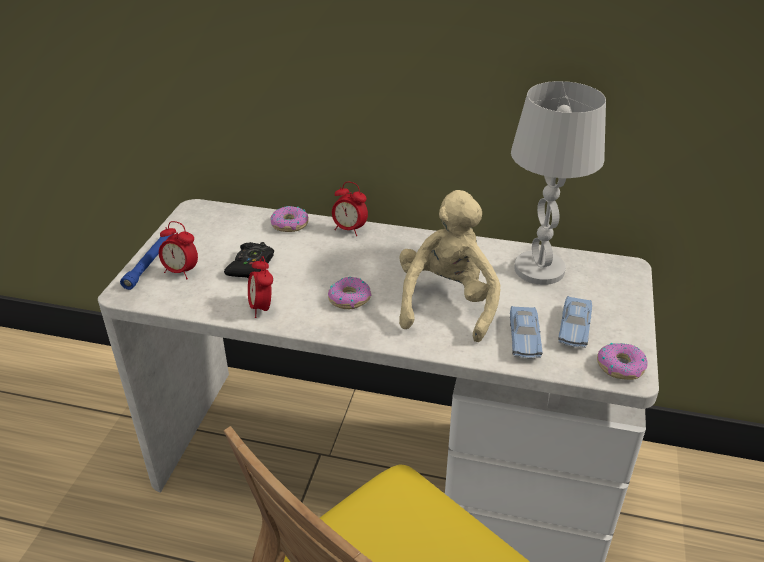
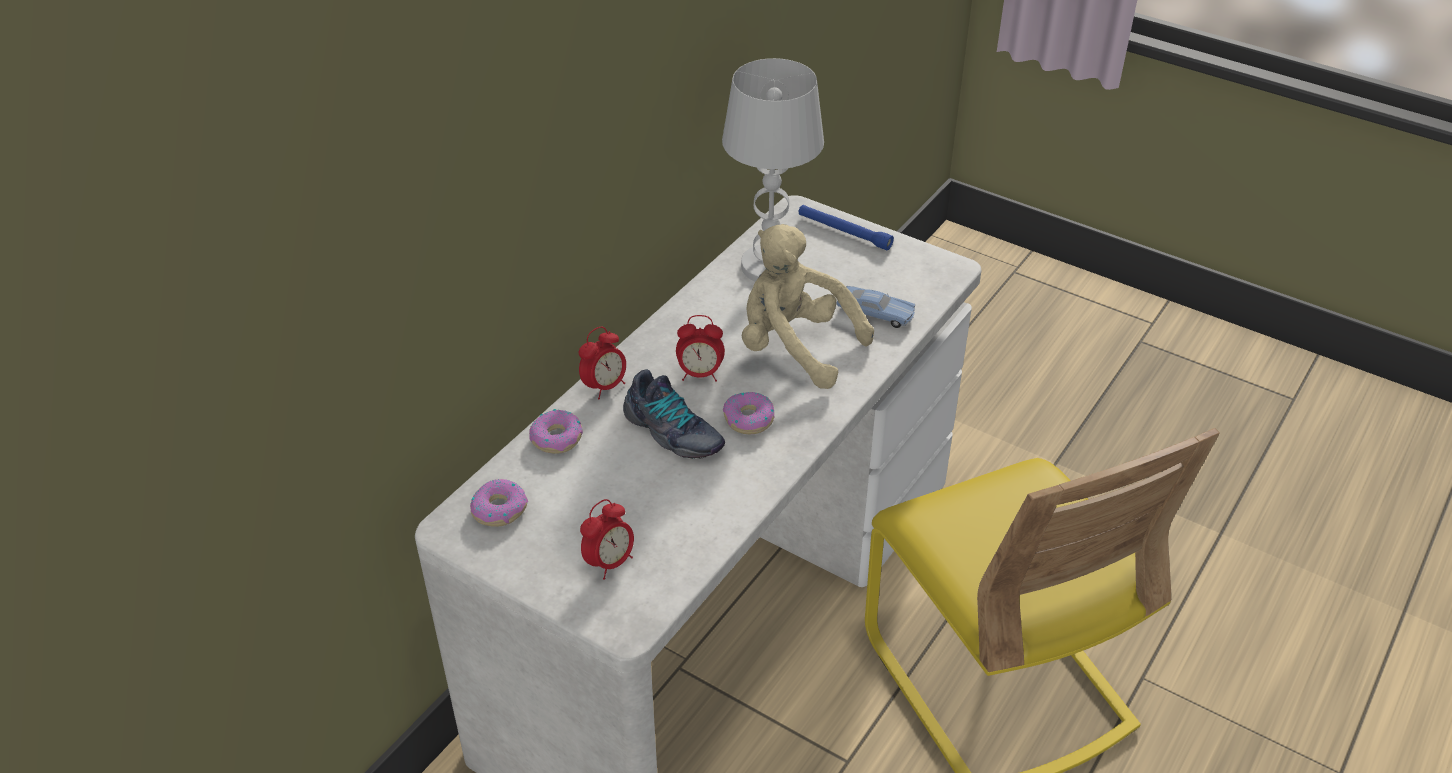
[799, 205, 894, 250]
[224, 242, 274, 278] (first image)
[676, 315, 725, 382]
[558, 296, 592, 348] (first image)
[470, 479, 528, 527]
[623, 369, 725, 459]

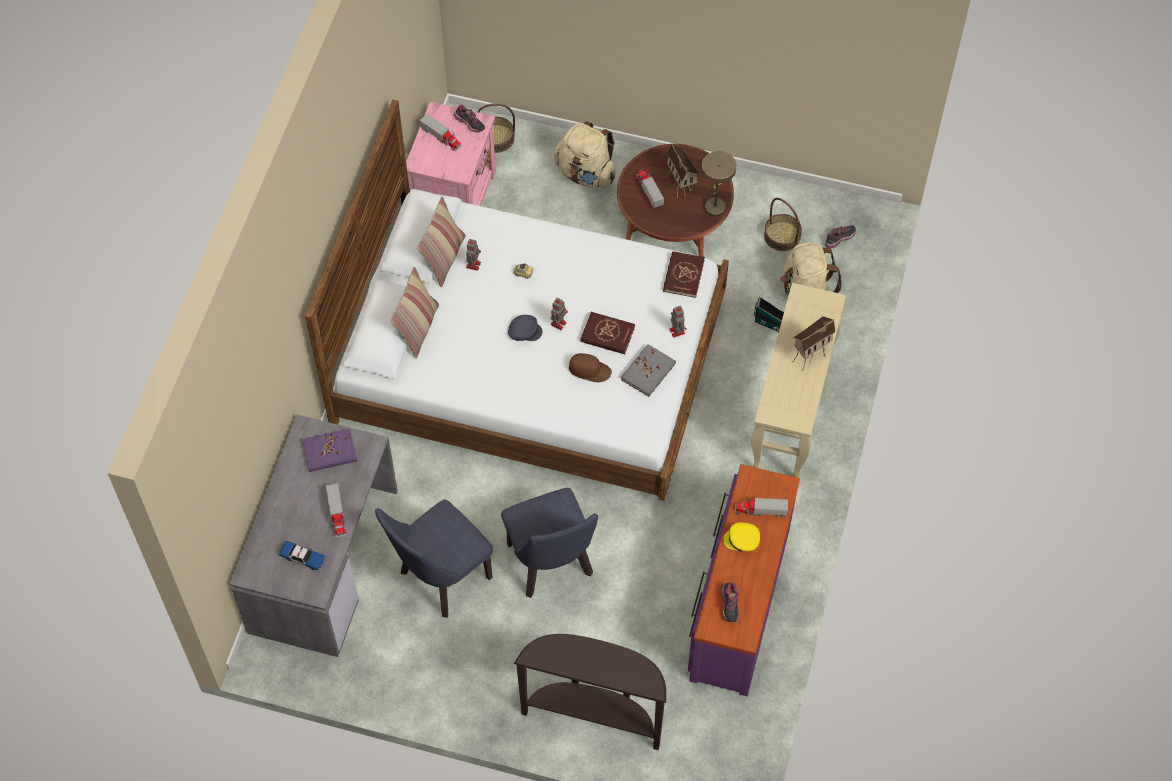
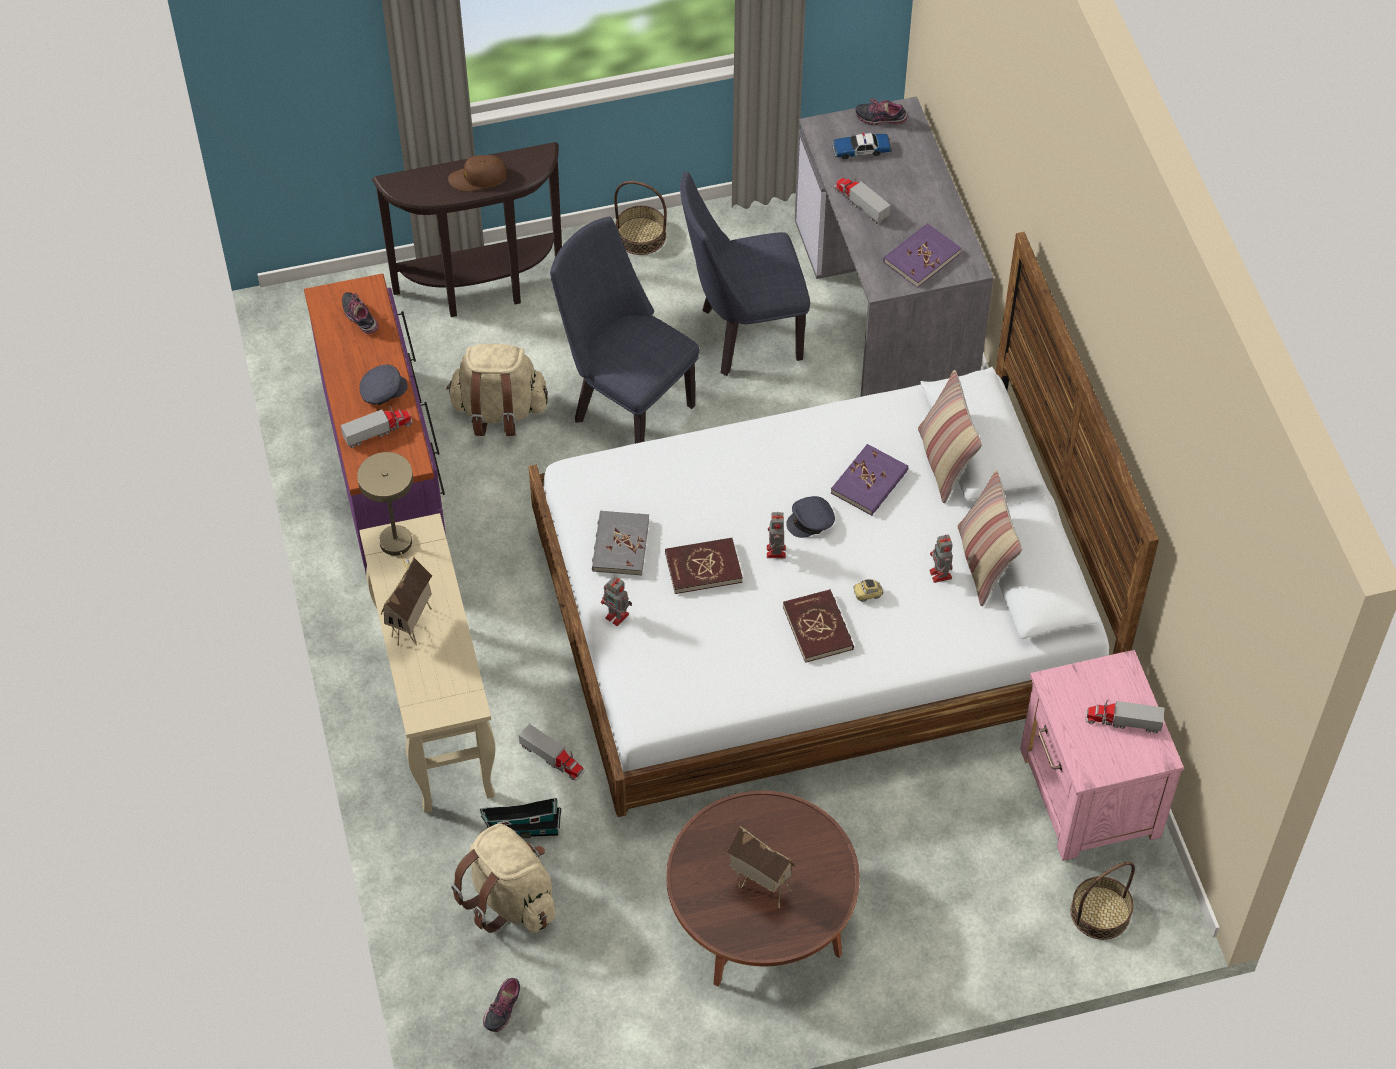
[680, 172, 810, 376]
[855, 98, 908, 125]
[446, 344, 548, 436]
[448, 155, 508, 192]
[519, 724, 585, 781]
[783, 589, 854, 663]
[357, 452, 413, 571]
[360, 364, 408, 405]
[614, 181, 667, 255]
[831, 444, 908, 516]

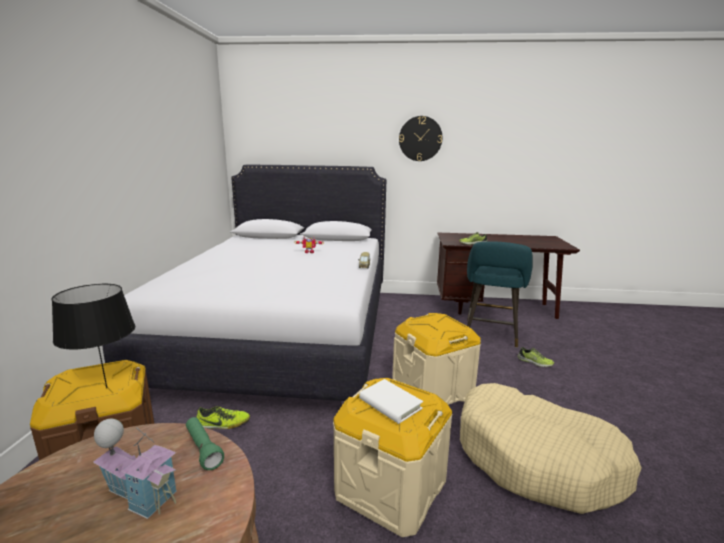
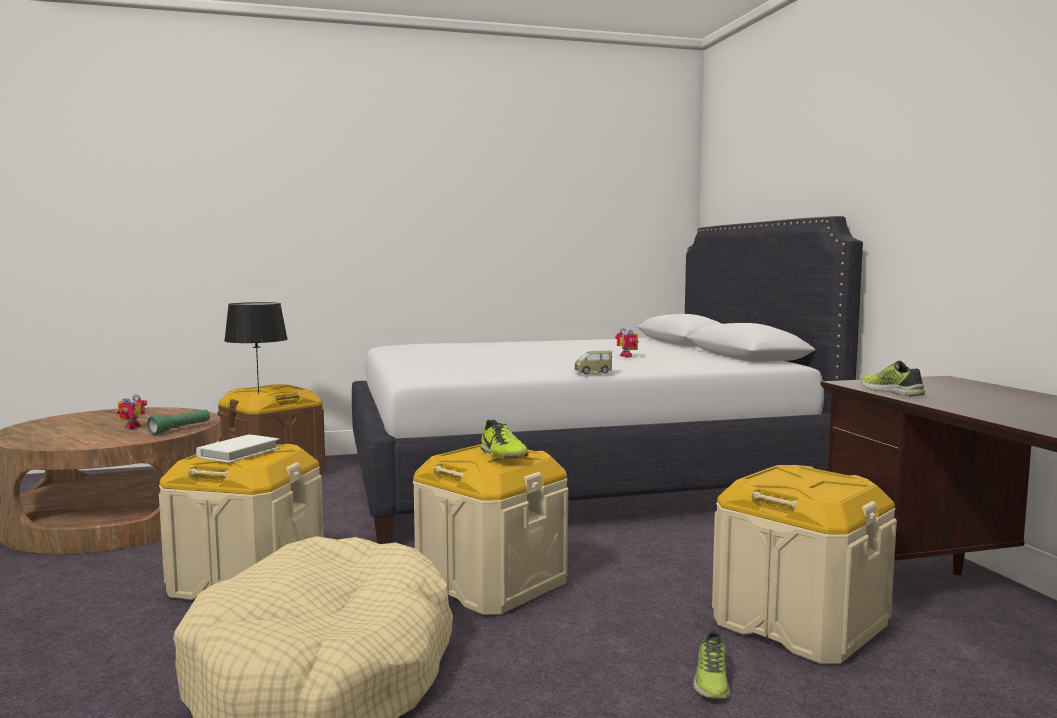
[115, 394, 147, 429]
[481, 420, 529, 459]
[399, 116, 442, 161] (first image)
[712, 465, 897, 664]

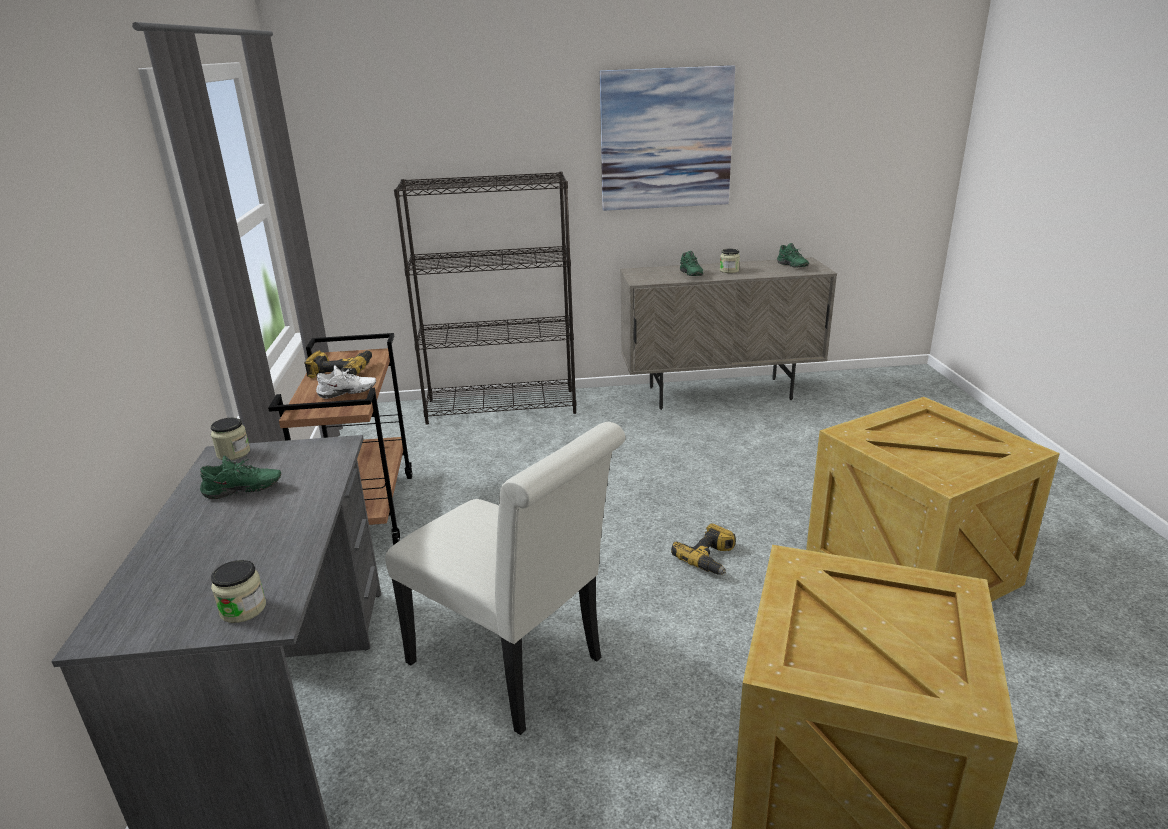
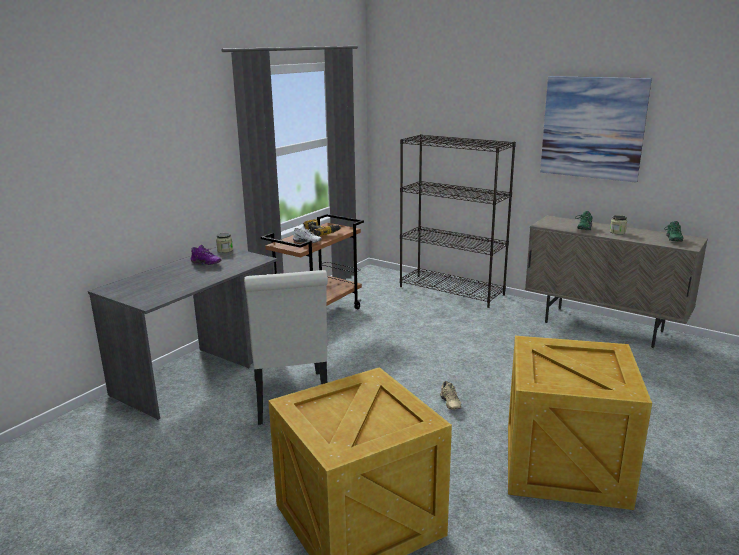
[190, 245, 221, 265]
[211, 560, 266, 623] (first image)
[440, 381, 461, 410]

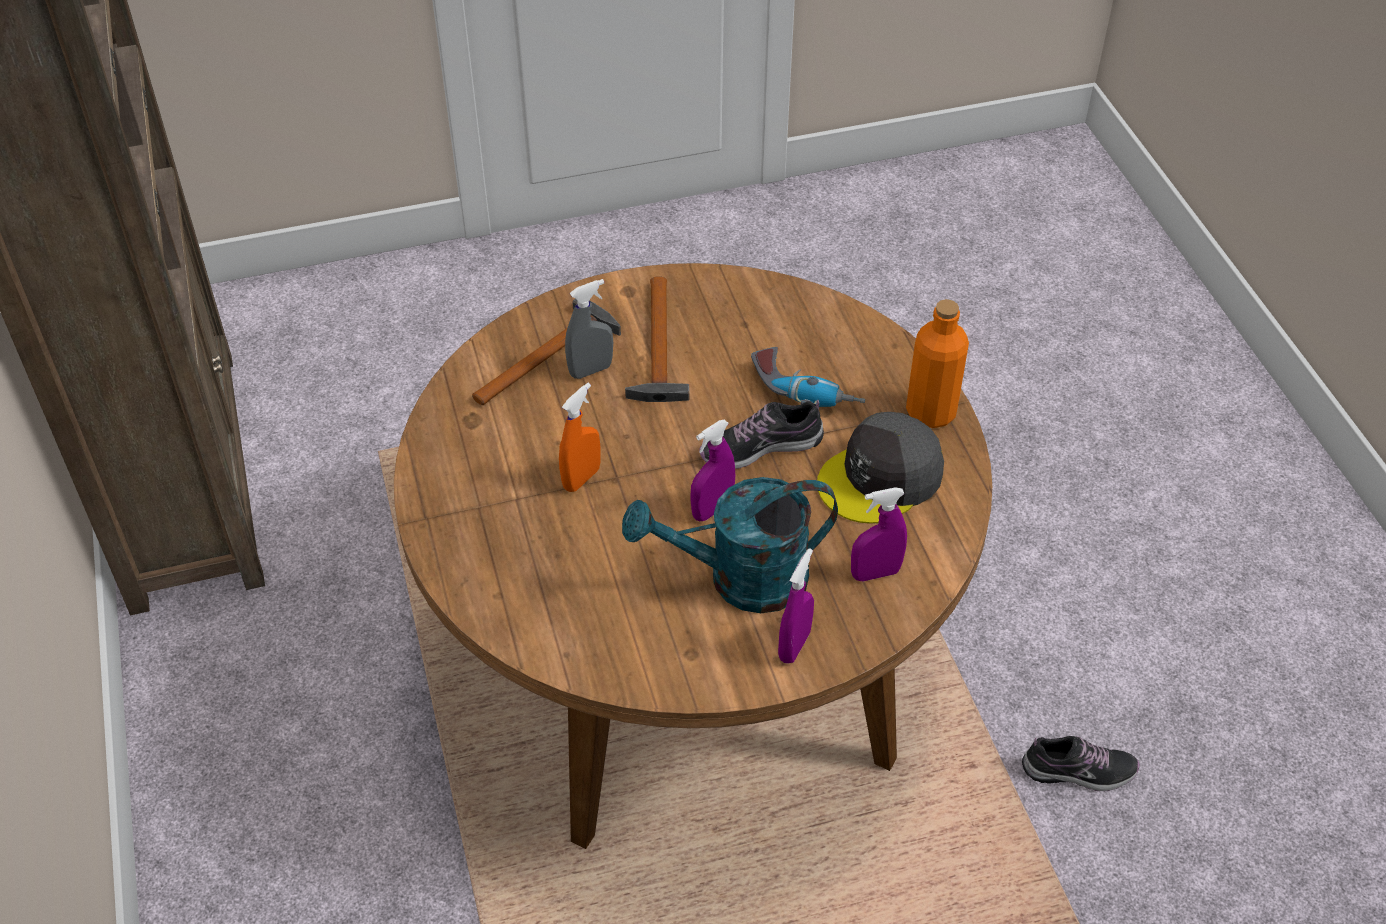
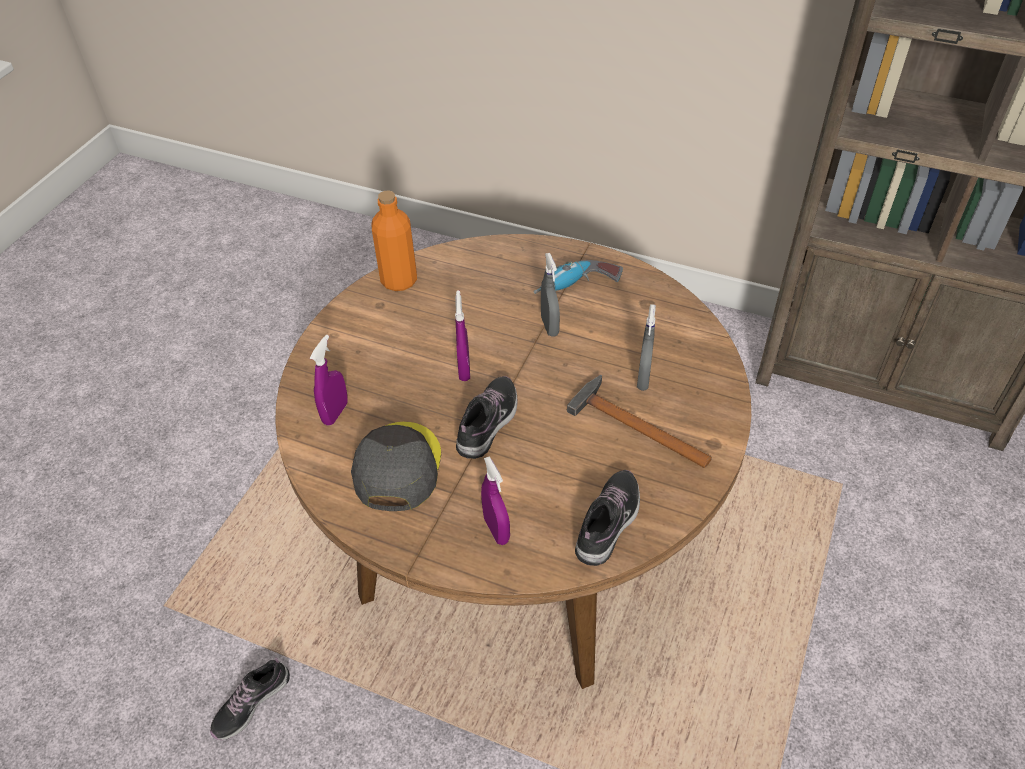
[472, 298, 621, 405] (first image)
[541, 253, 560, 337]
[622, 477, 838, 613] (first image)
[533, 260, 623, 294]
[481, 456, 510, 545]
[372, 190, 417, 291]
[575, 470, 640, 566]

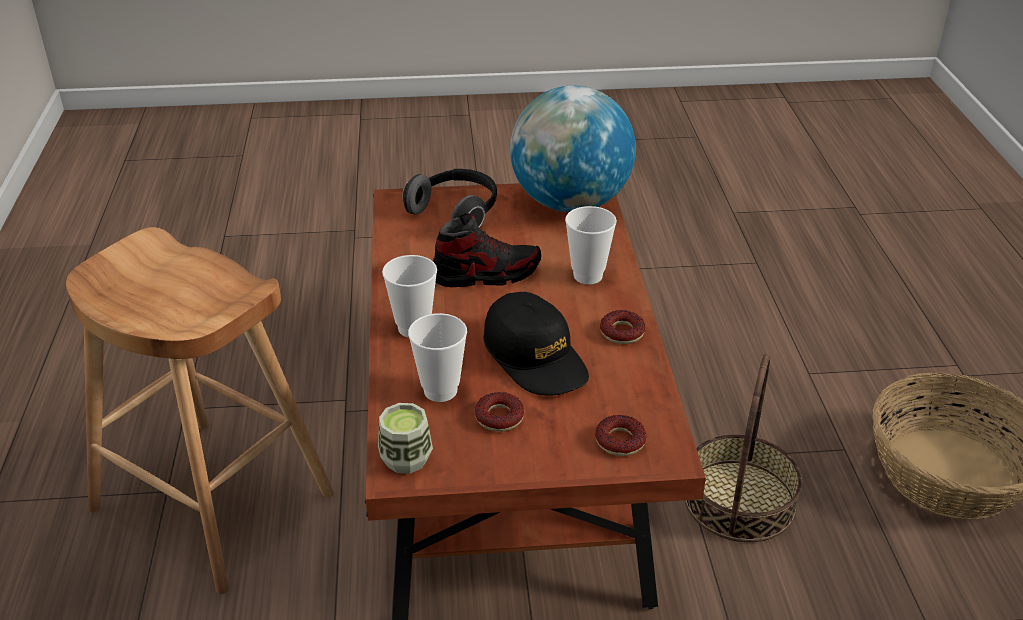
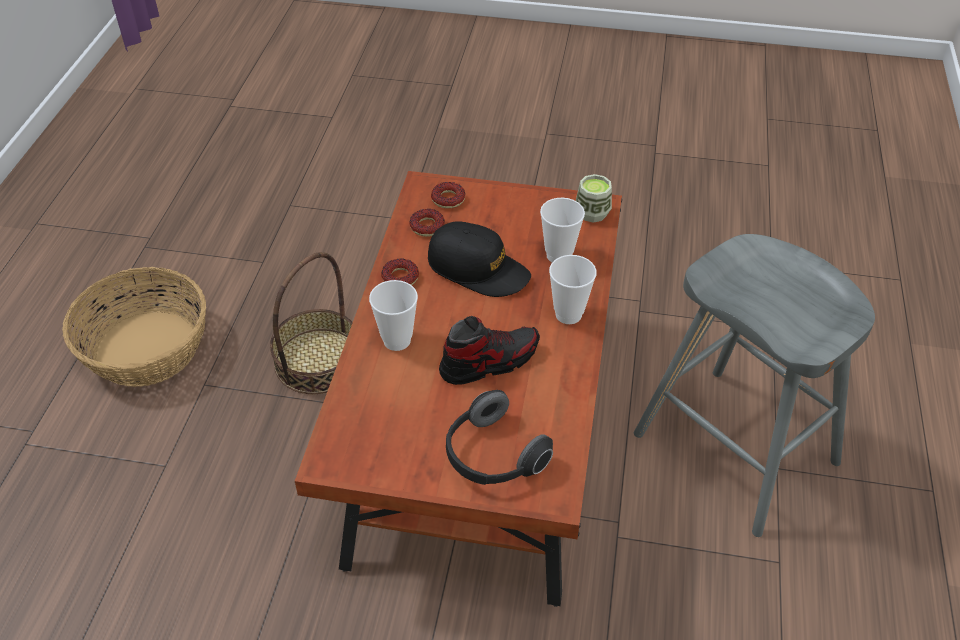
[634, 234, 875, 537]
[439, 316, 540, 385]
[410, 209, 445, 237]
[428, 221, 531, 297]
[510, 85, 636, 212] (first image)

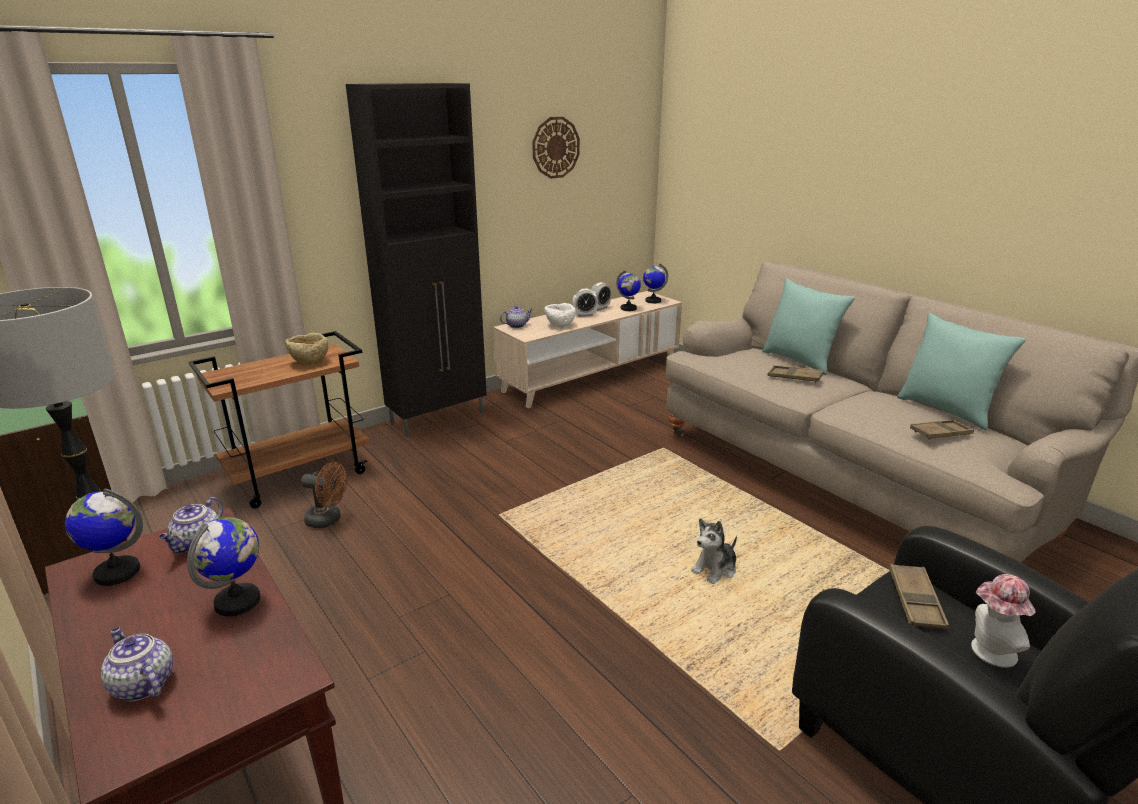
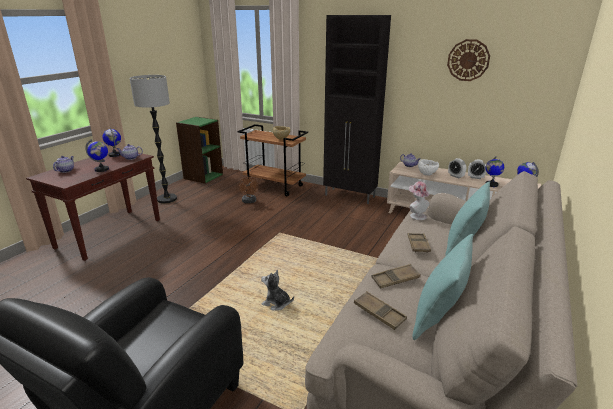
[372, 264, 421, 288]
[409, 181, 429, 220]

